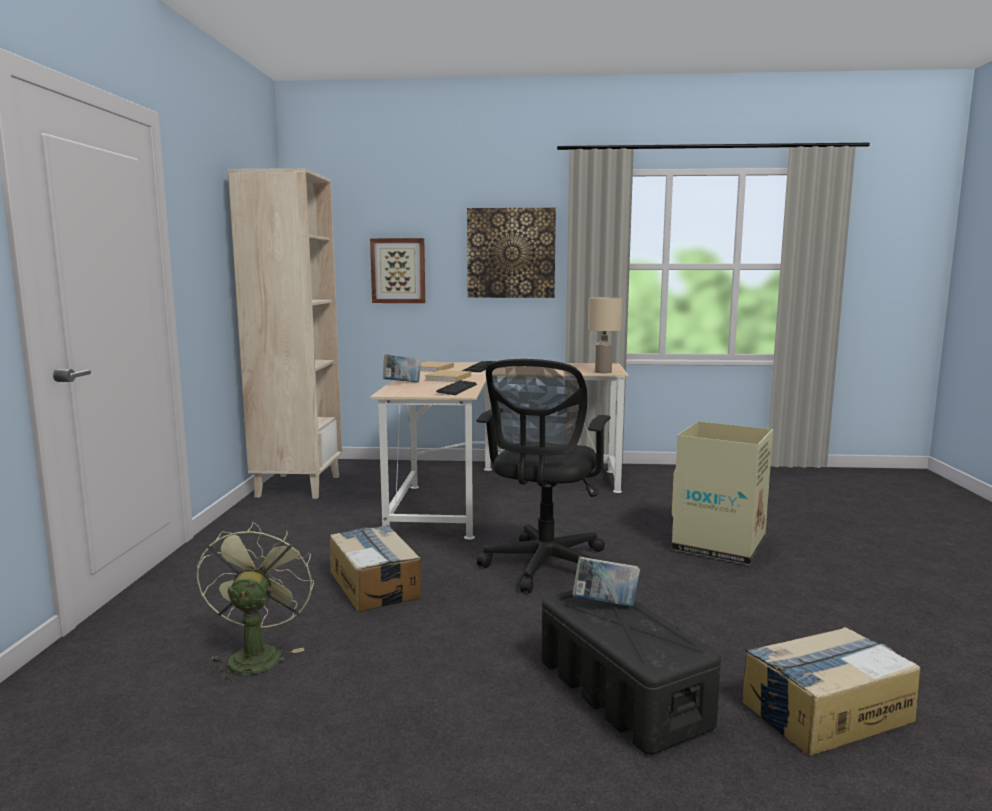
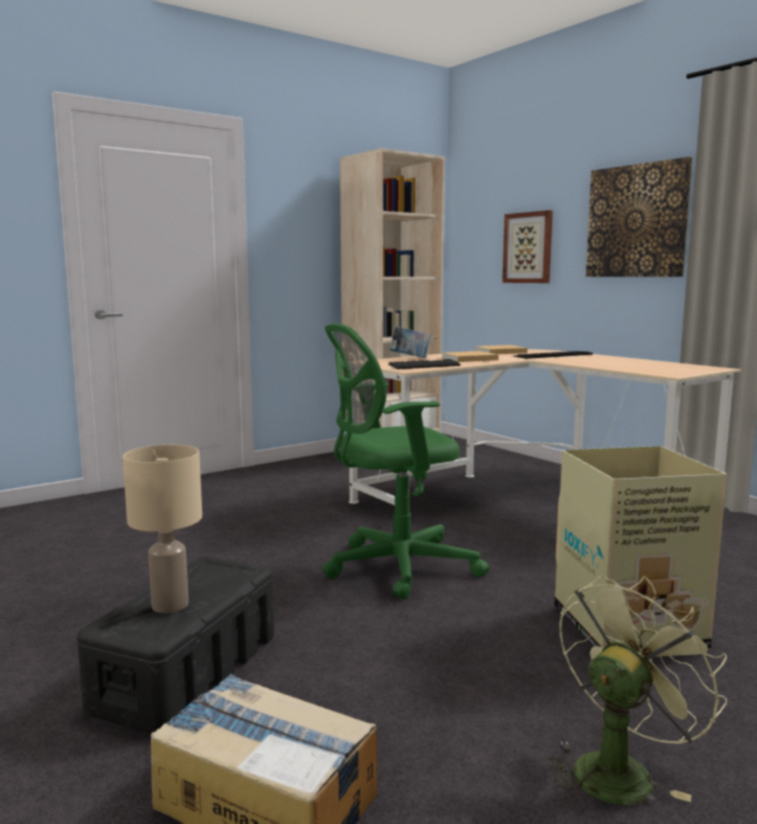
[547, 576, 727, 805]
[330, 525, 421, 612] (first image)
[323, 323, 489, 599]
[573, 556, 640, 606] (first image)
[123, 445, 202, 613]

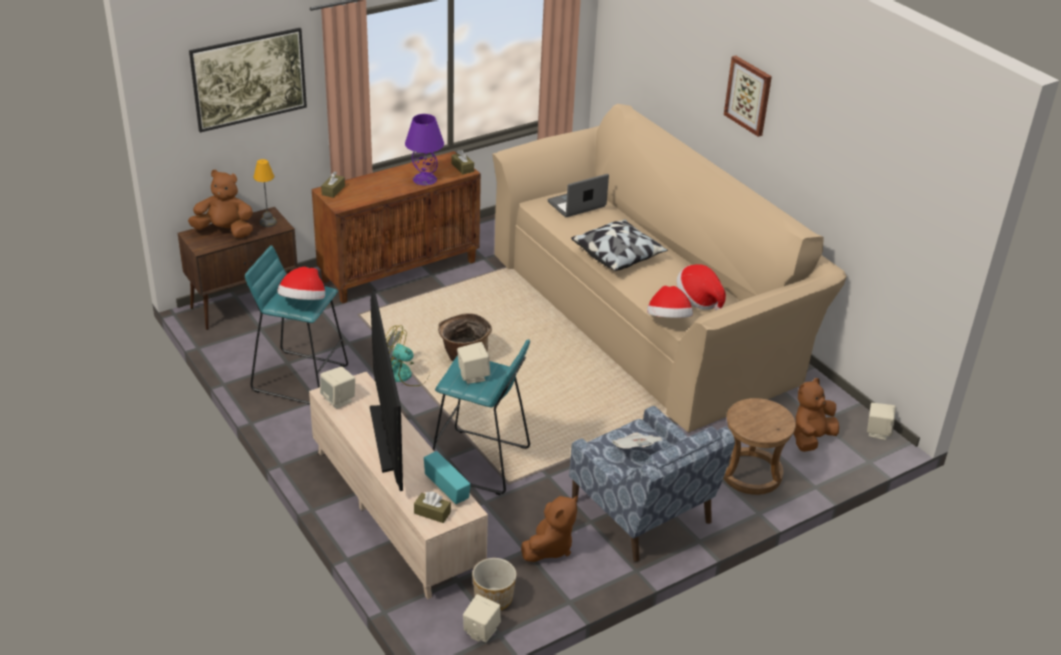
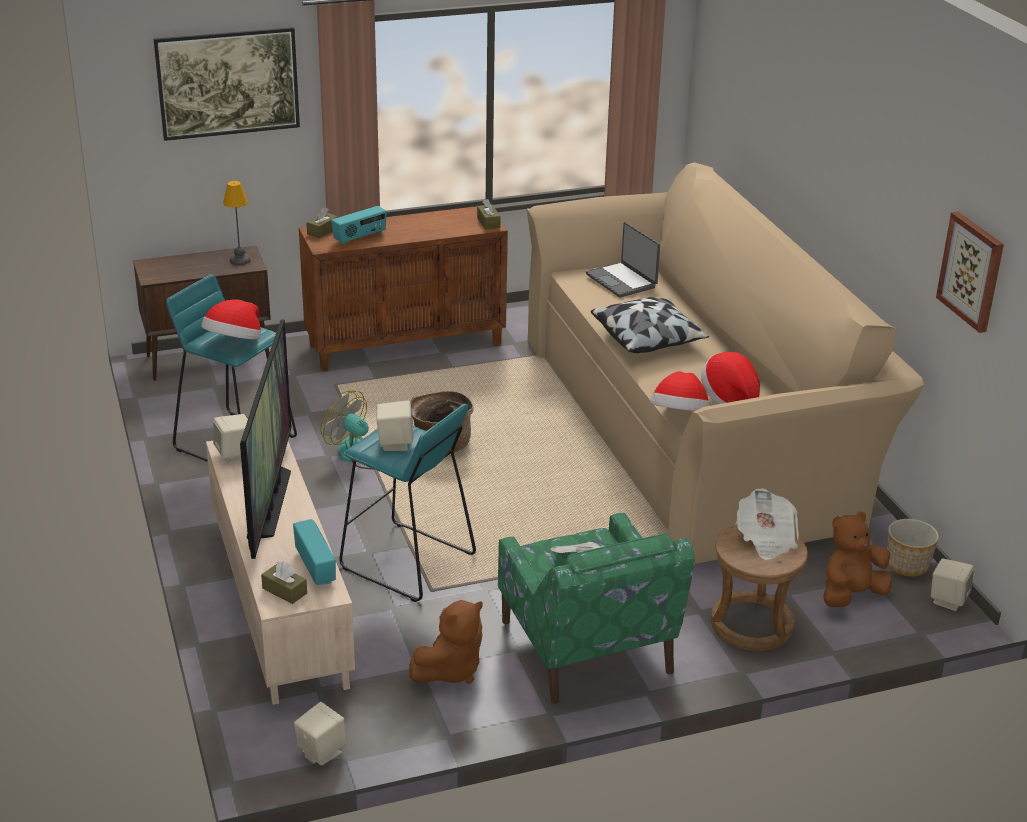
[188, 170, 253, 238] (first image)
[405, 114, 444, 186] (first image)
[887, 519, 939, 577]
[586, 222, 660, 298]
[498, 513, 695, 704]
[936, 212, 1004, 333]
[331, 206, 387, 245]
[736, 488, 798, 560]

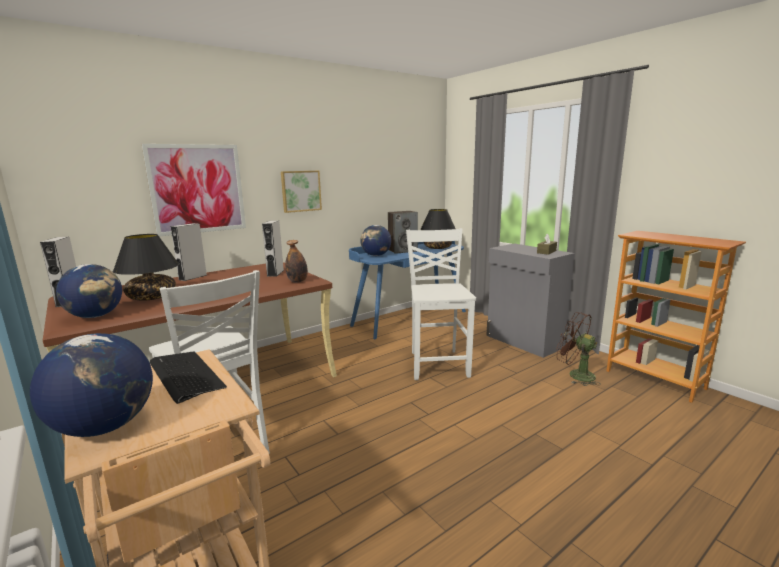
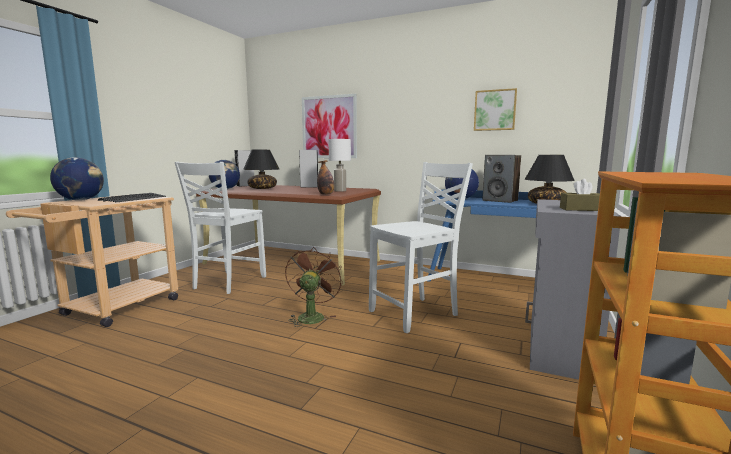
[328, 139, 351, 192]
[474, 88, 517, 131]
[285, 248, 343, 327]

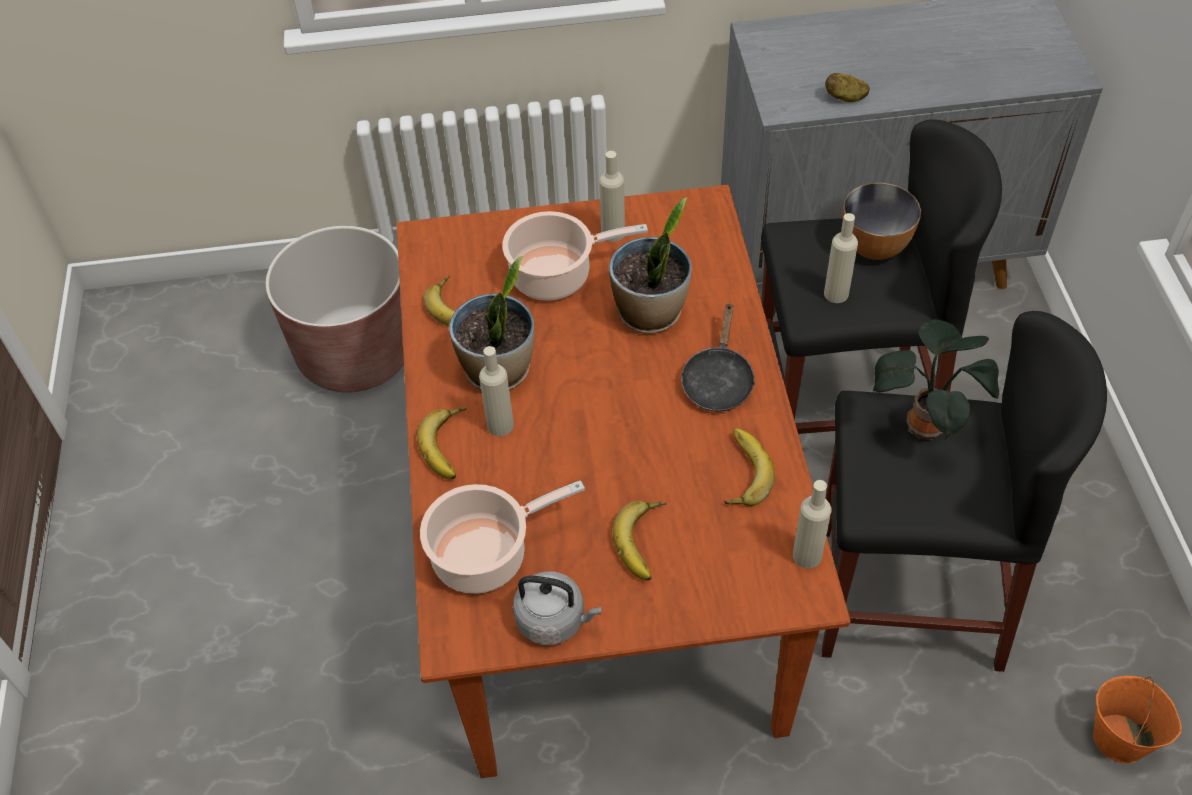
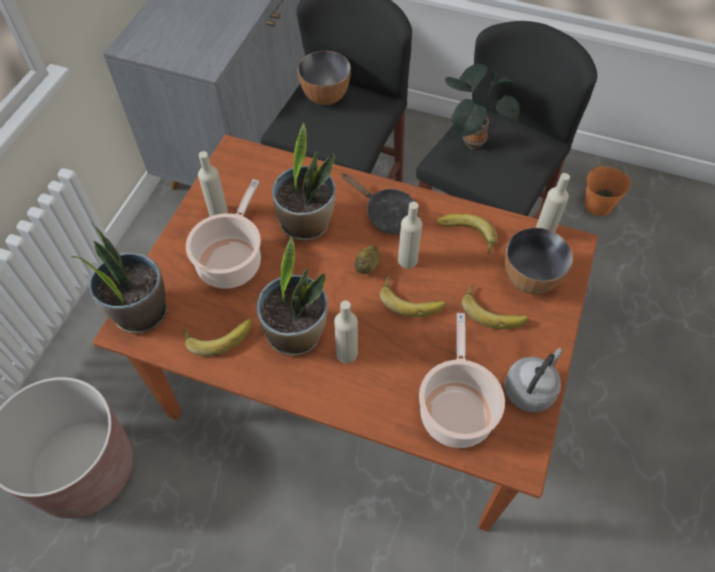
[380, 276, 446, 317]
[398, 202, 422, 269]
[354, 245, 380, 274]
[70, 221, 167, 334]
[505, 227, 573, 294]

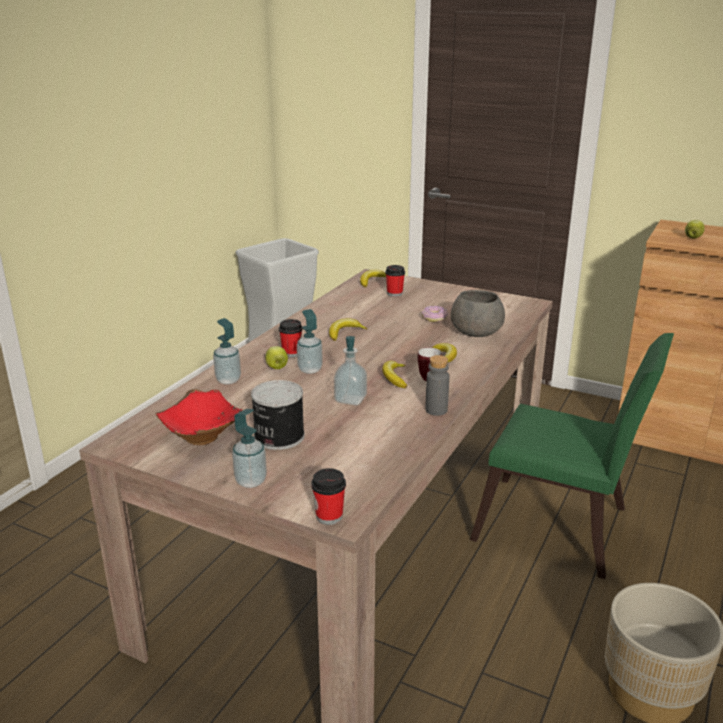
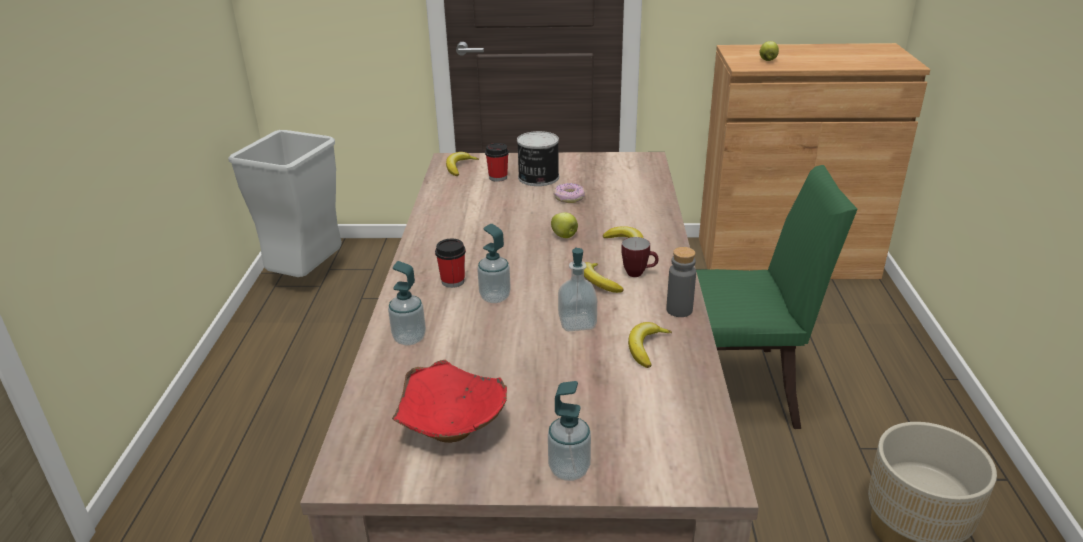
[517, 131, 559, 186]
[551, 213, 578, 238]
[311, 468, 346, 525] (first image)
[628, 322, 672, 368]
[451, 290, 505, 337] (first image)

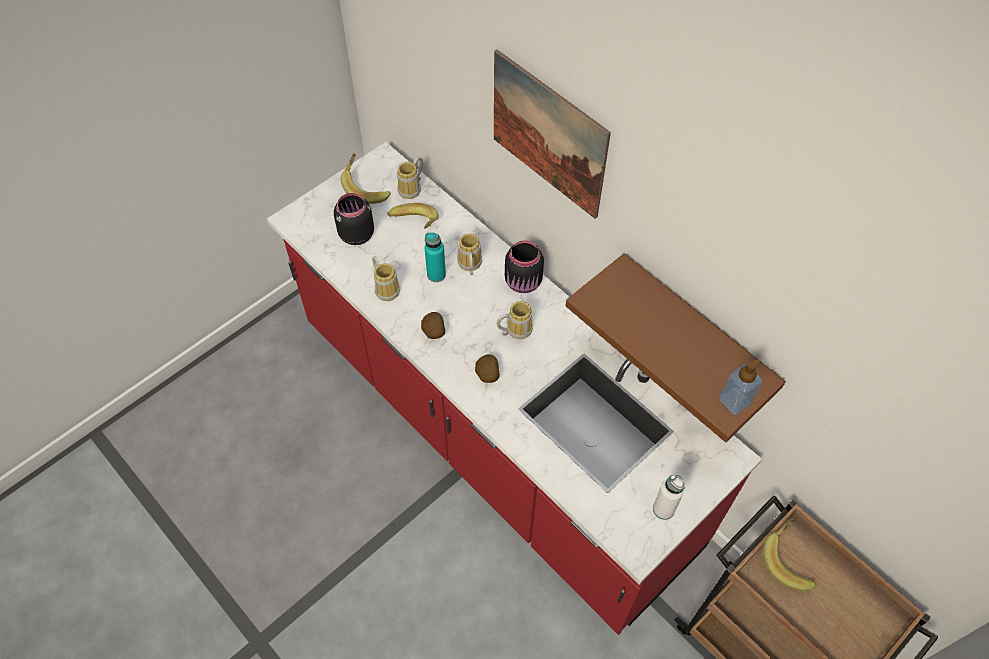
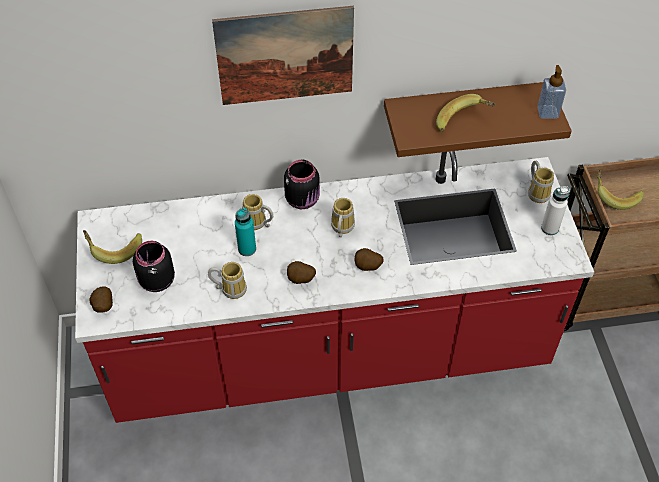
[436, 94, 496, 132]
[528, 160, 554, 203]
[90, 287, 113, 313]

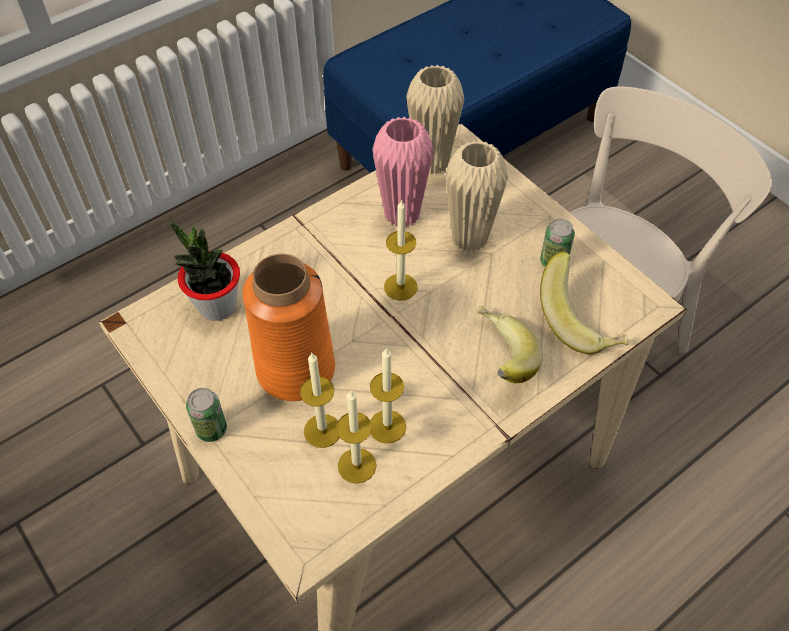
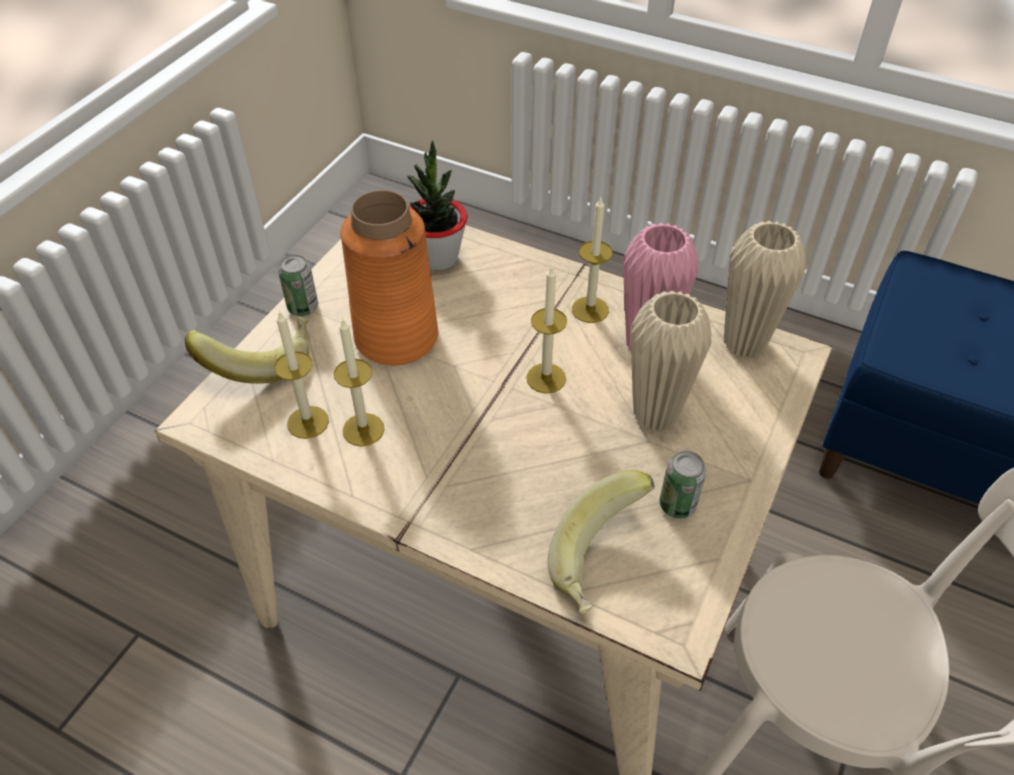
[572, 198, 613, 323]
[185, 317, 309, 384]

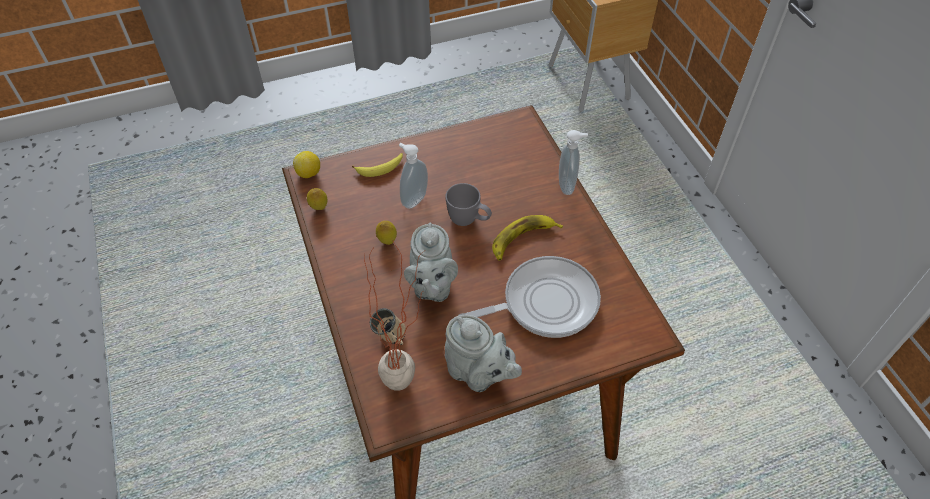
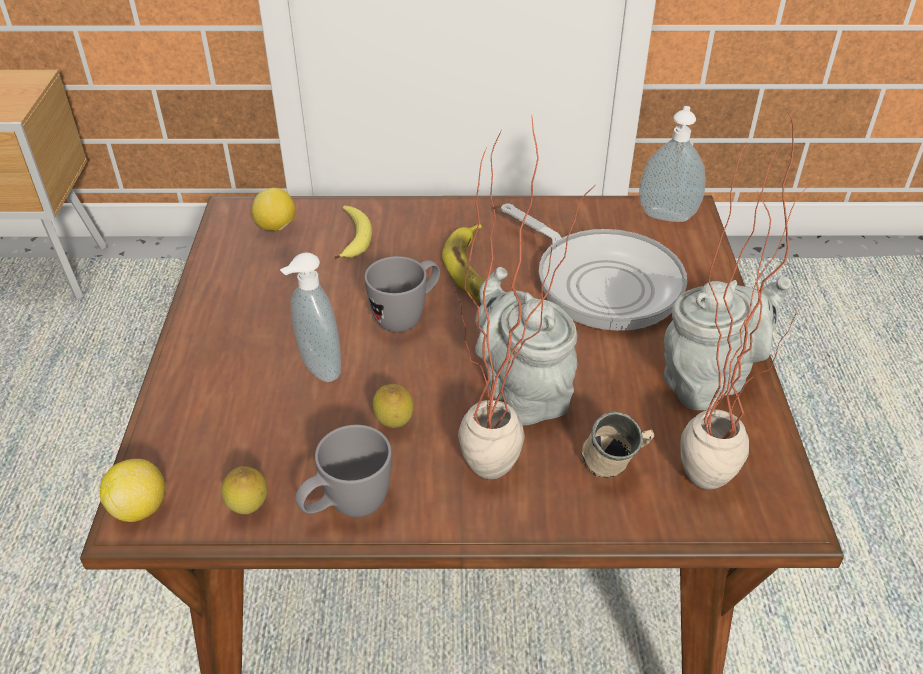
[335, 206, 372, 259]
[475, 267, 577, 425]
[501, 203, 687, 331]
[639, 106, 706, 222]
[251, 188, 295, 231]
[295, 425, 391, 517]
[453, 118, 594, 479]

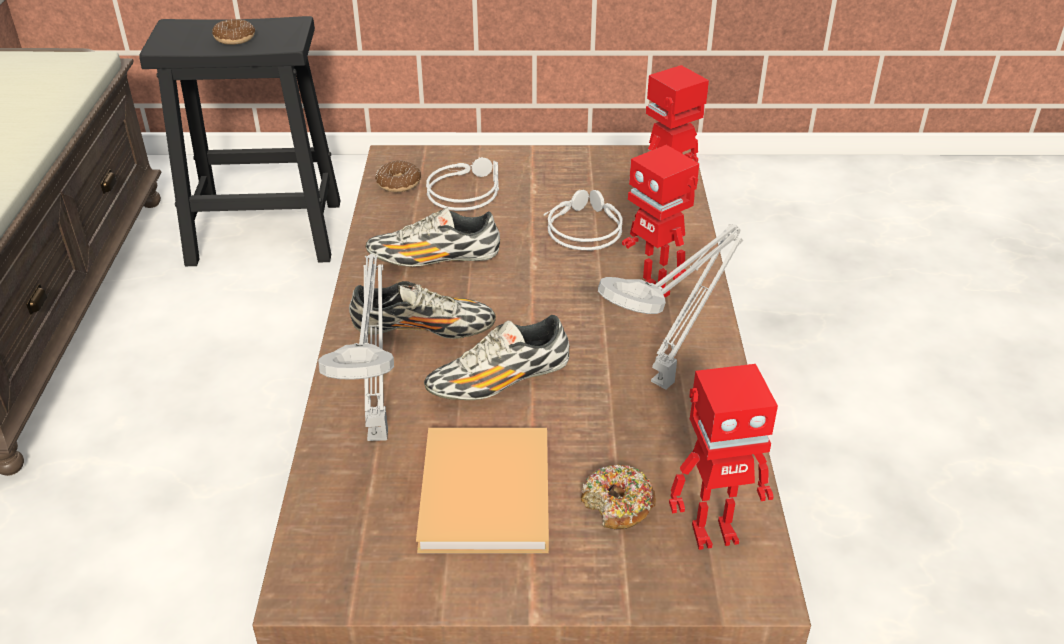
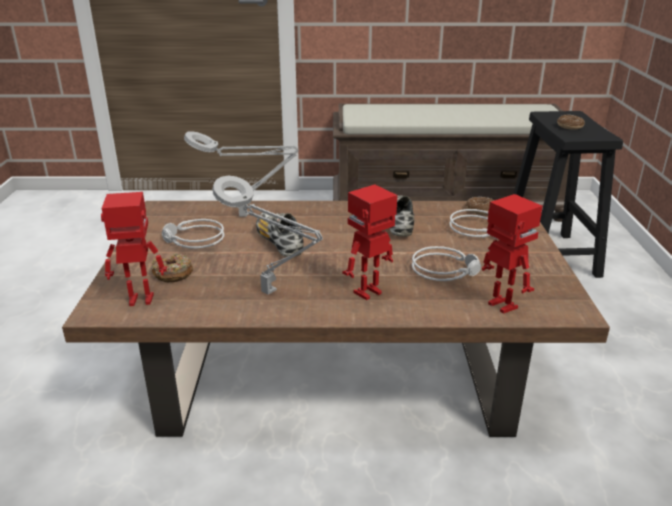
[349, 281, 496, 339] (first image)
[162, 219, 225, 249]
[101, 192, 167, 306]

